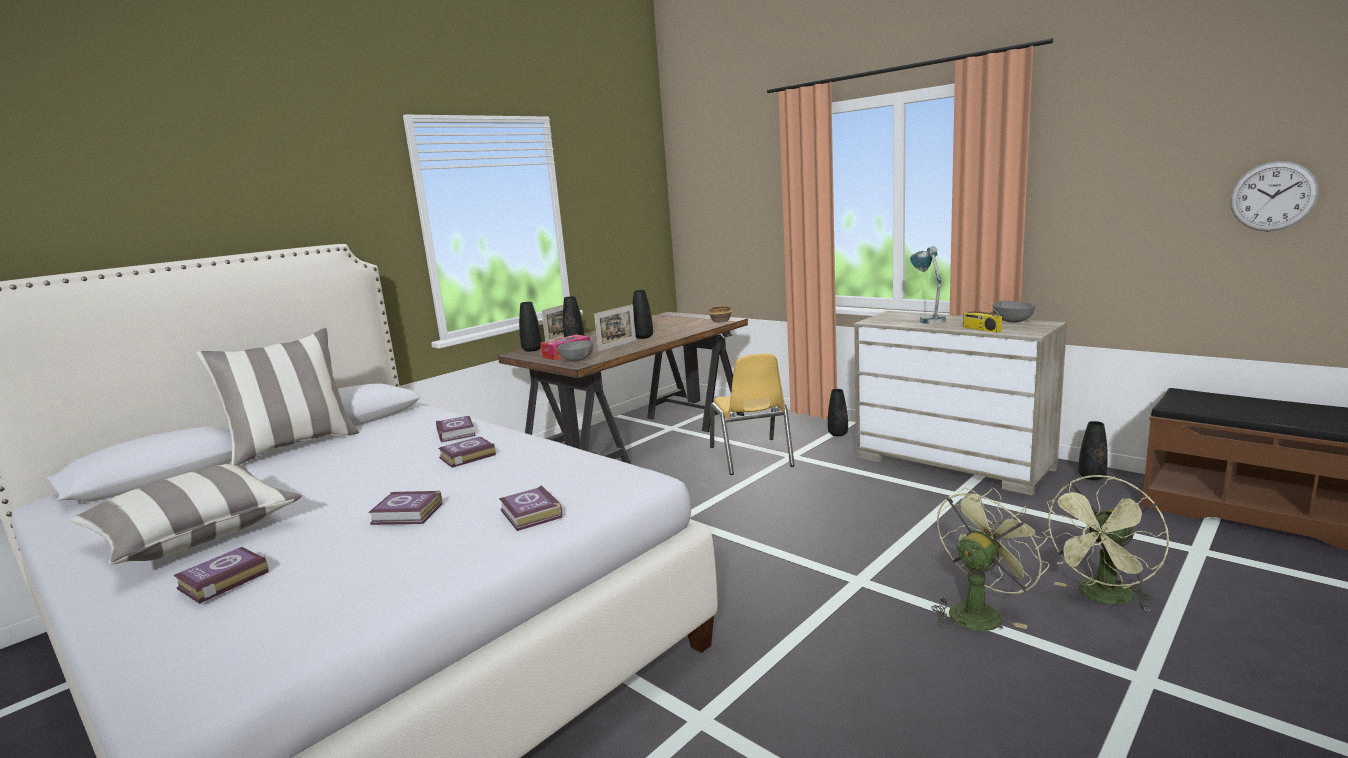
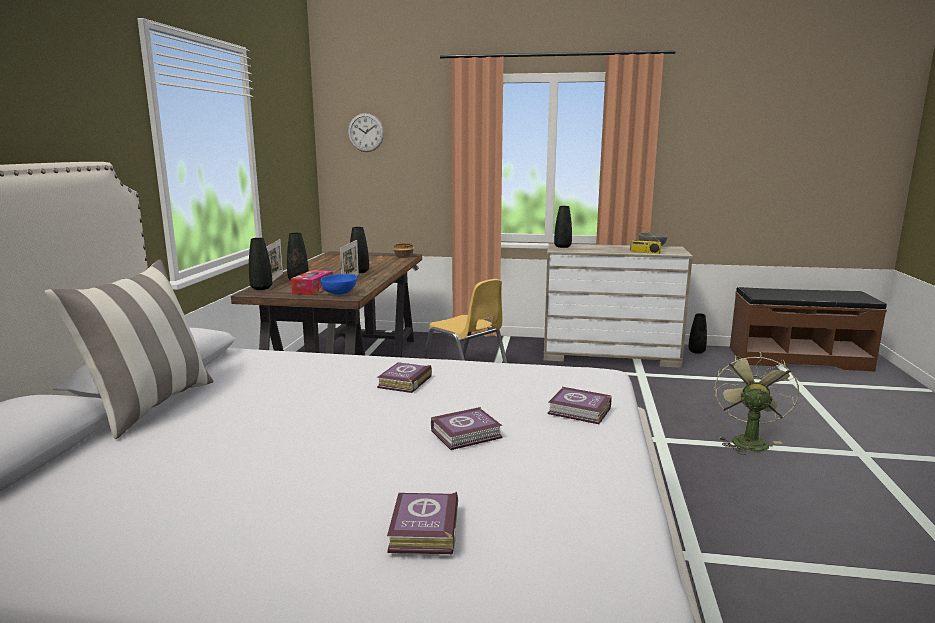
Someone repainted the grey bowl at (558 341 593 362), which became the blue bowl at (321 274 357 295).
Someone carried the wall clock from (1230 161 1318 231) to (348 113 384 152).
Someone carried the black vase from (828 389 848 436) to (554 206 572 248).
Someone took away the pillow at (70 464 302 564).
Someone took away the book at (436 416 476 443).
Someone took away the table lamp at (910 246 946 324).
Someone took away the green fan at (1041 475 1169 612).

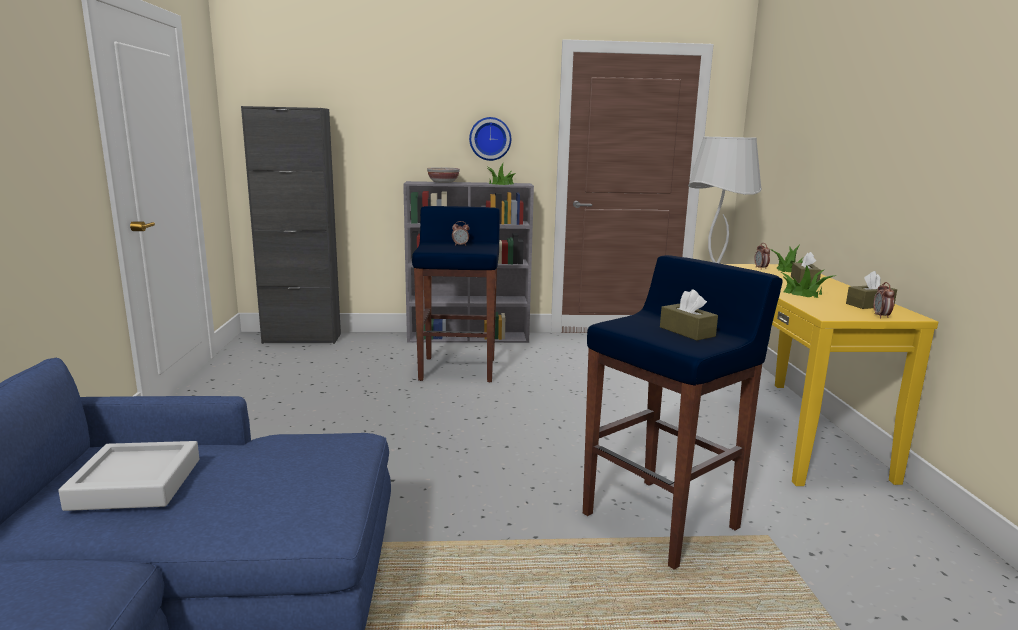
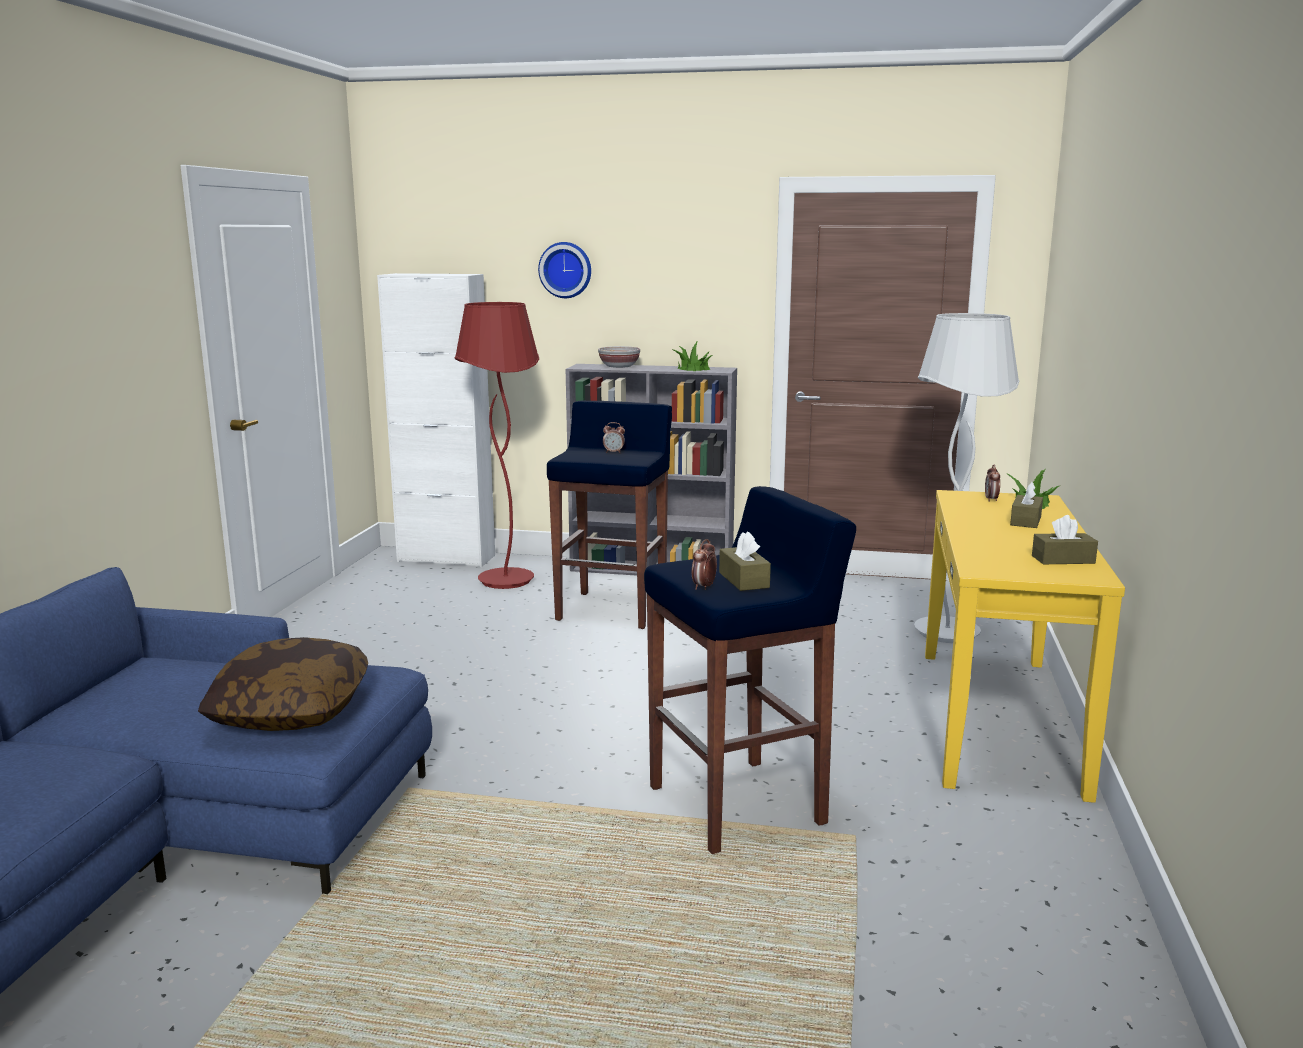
Someone put down the pillow at (198 637 368 731).
Someone repainted the black cabinet at (241 106 341 344), which became the white cabinet at (377 273 495 567).
Someone put down the red floor lamp at (455 302 539 589).
Someone carried the wall clock from (469 117 511 161) to (538 242 591 298).
Someone carried the alarm clock from (873 282 895 318) to (692 539 717 590).
Someone took away the grey tray at (58 441 199 511).
Someone took away the potted plant at (781 265 833 298).

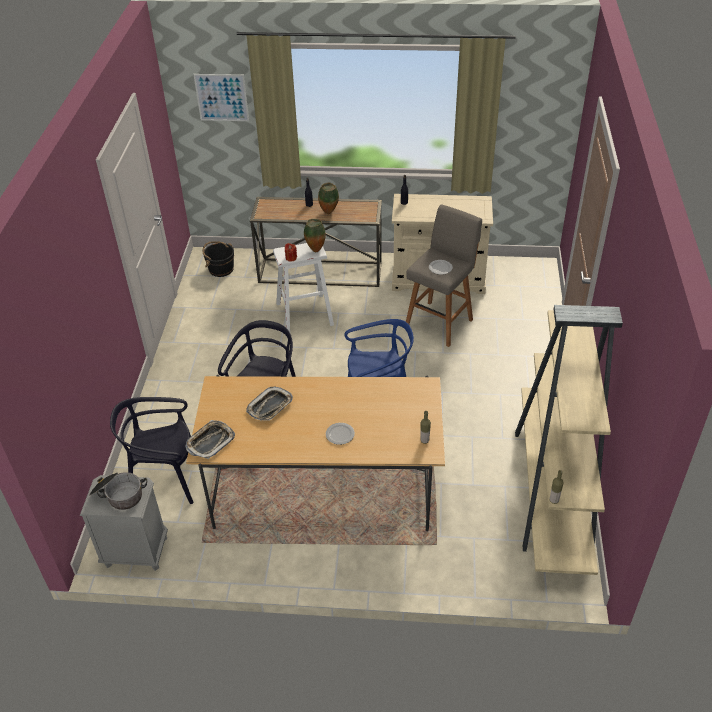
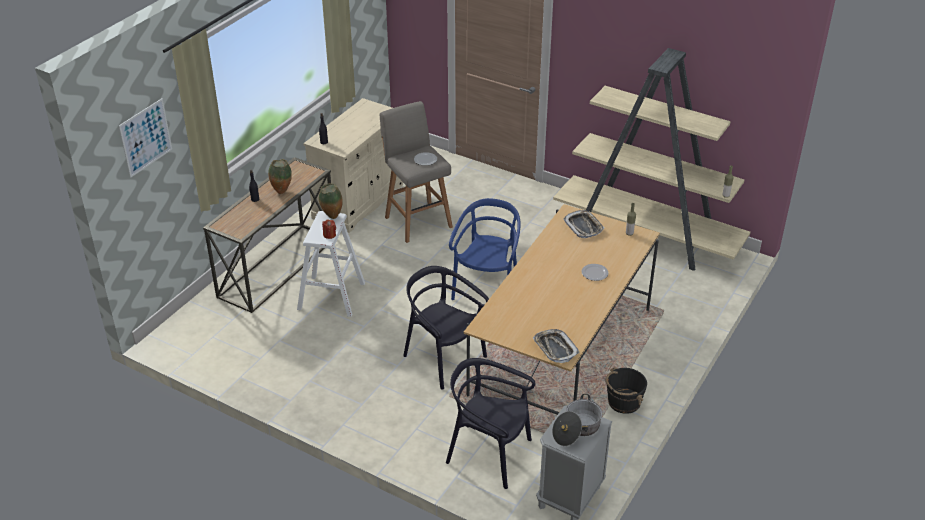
Someone rotated the black chair at (110 397 194 504) by 90 degrees clockwise.
Someone carried the tray from (246 386 293 420) to (563 210 605 238).
Someone carried the black bucket from (202 241 234 277) to (605 367 647 414).

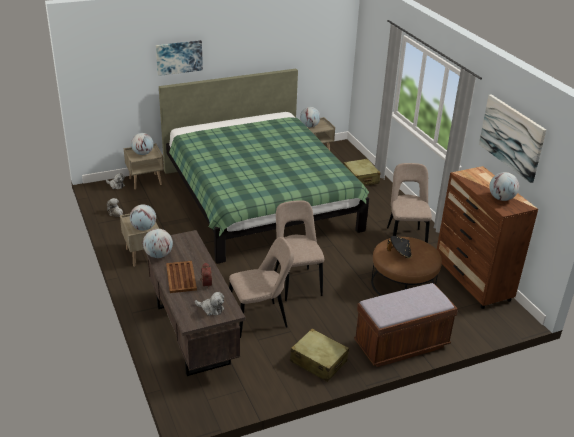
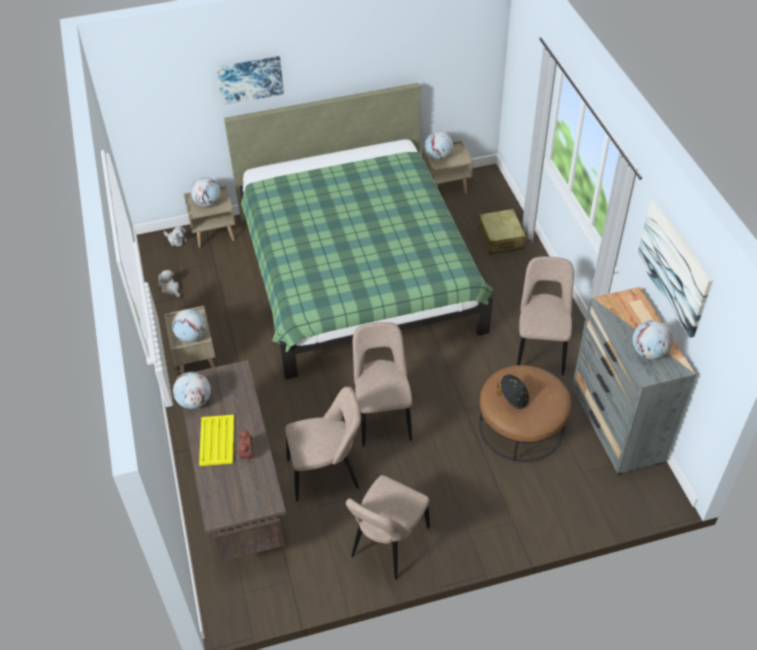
Someone repainted the brown tray at (166 261 197 293), which became the yellow tray at (199 415 234 466).
Someone swapped the beige suitcase at (290 329 349 382) for the beige chair at (346 475 430 579).
Someone repainted the brown dresser at (437 166 538 309), which became the grey dresser at (572 287 696 475).
Someone took away the plush toy at (195 292 224 316).
Someone took away the brown bench at (354 283 458 367).

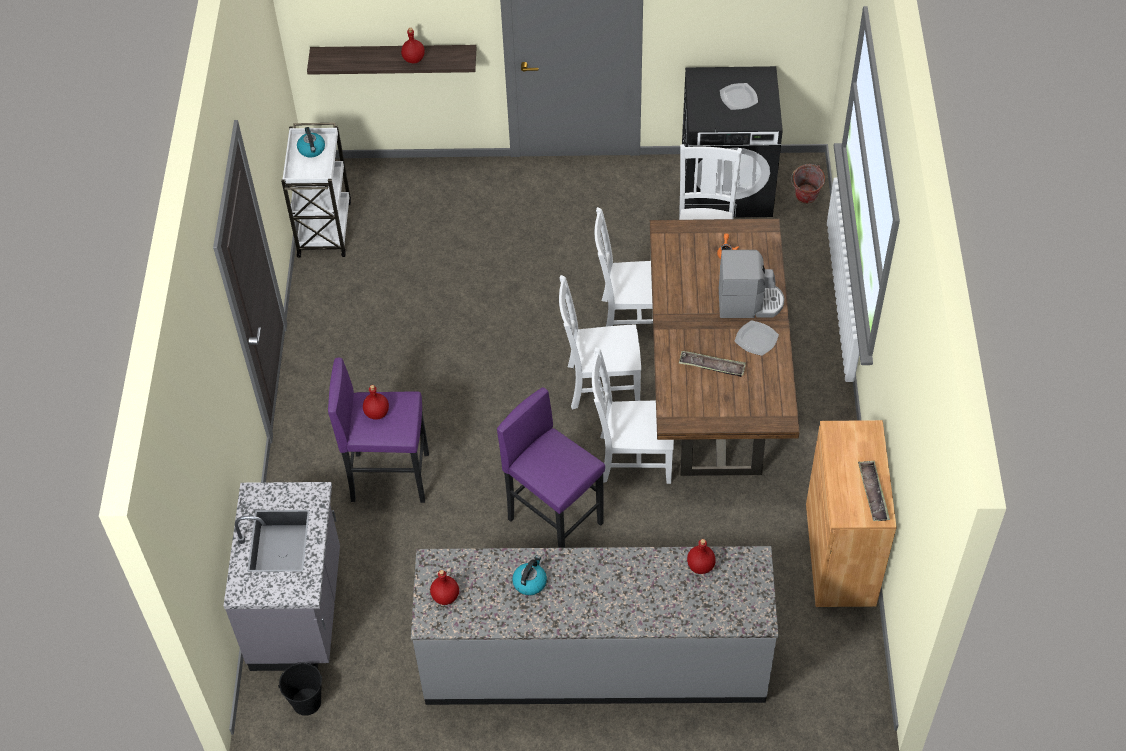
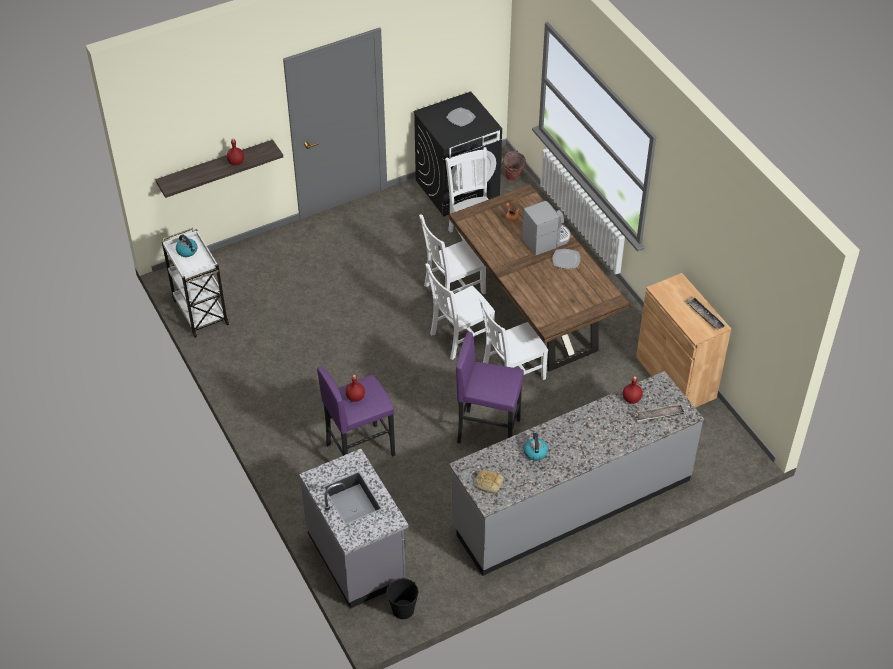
Someone swapped the red bottle at (430 570 459 605) for the bread at (475 470 504 493).
Someone carried the tray from (679 351 746 377) to (634 403 685 422).

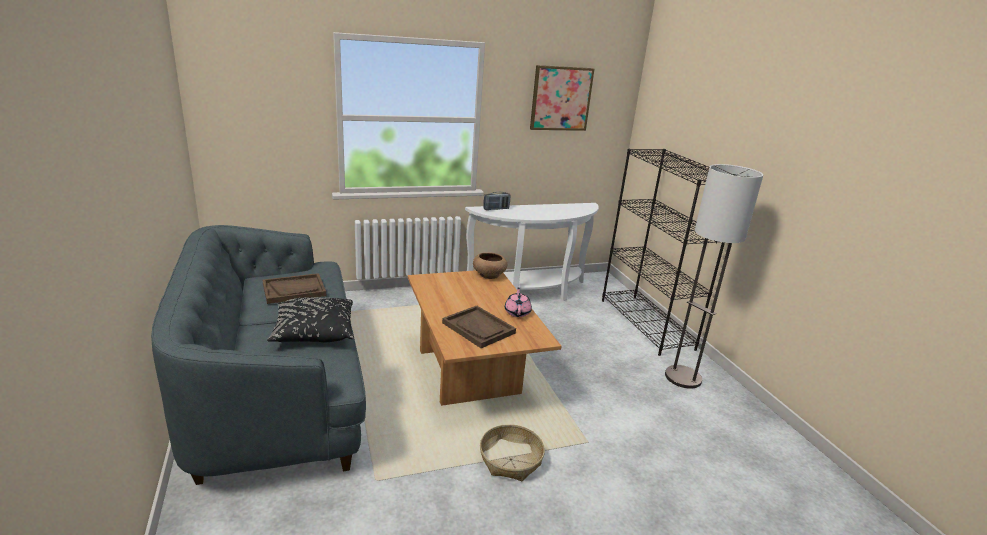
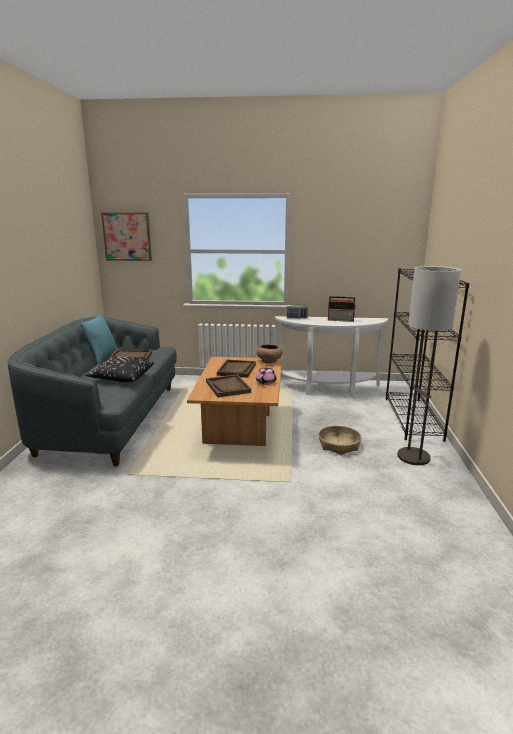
Someone put down the turquoise pillow at (80 313 119 364).
Someone carried the picture from (530 65 594 131) to (101 212 152 261).
Someone put down the brown tray at (217 360 256 378).
Someone carried the basket from (480 424 545 481) to (318 426 361 455).
Someone put down the radio at (328 296 356 322).

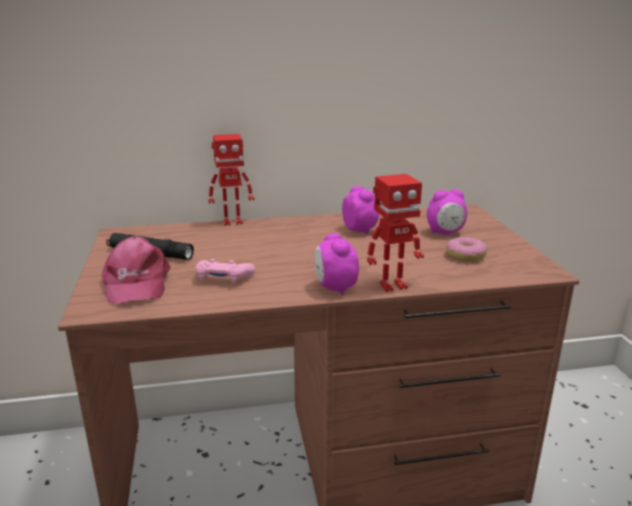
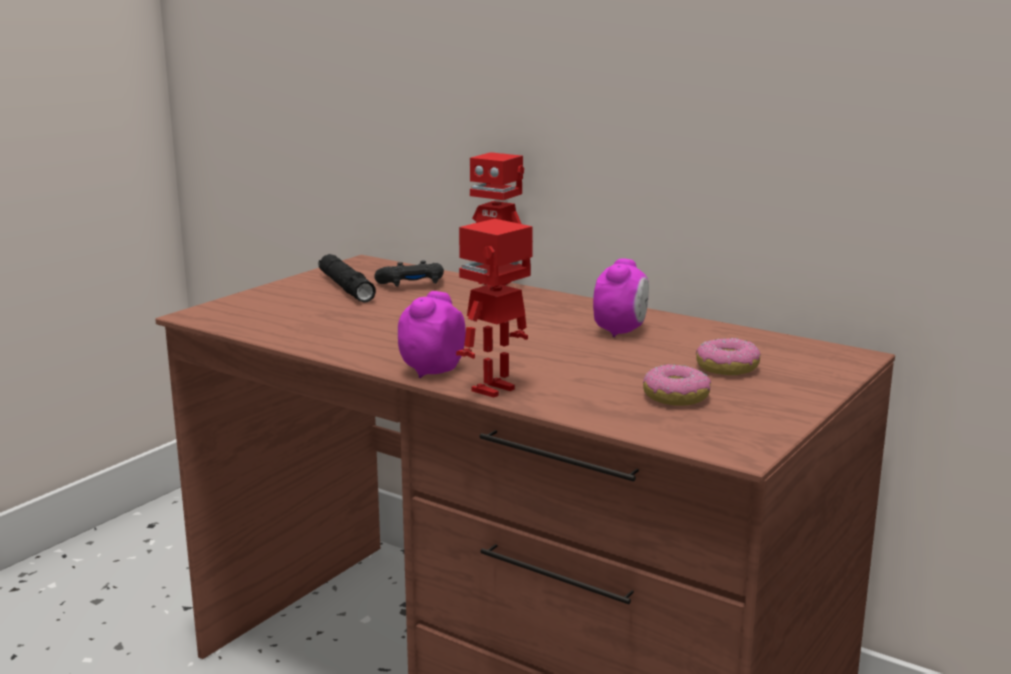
Someone put down the black game controller at (374 261 444 287).
Someone rotated the toy robot at (367 174 424 292) by 105 degrees clockwise.
Someone swapped the alarm clock at (427 189 467 234) for the donut at (696 338 760 375).
Someone took away the pink cap at (102 236 170 304).
Someone took away the pink game controller at (195 259 255 283).

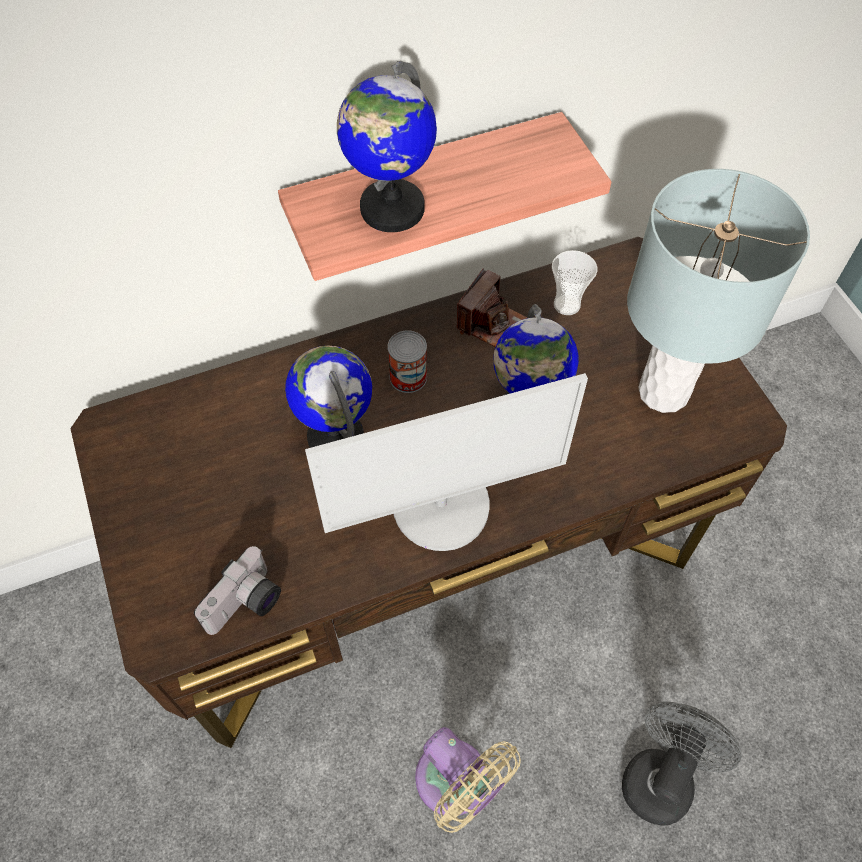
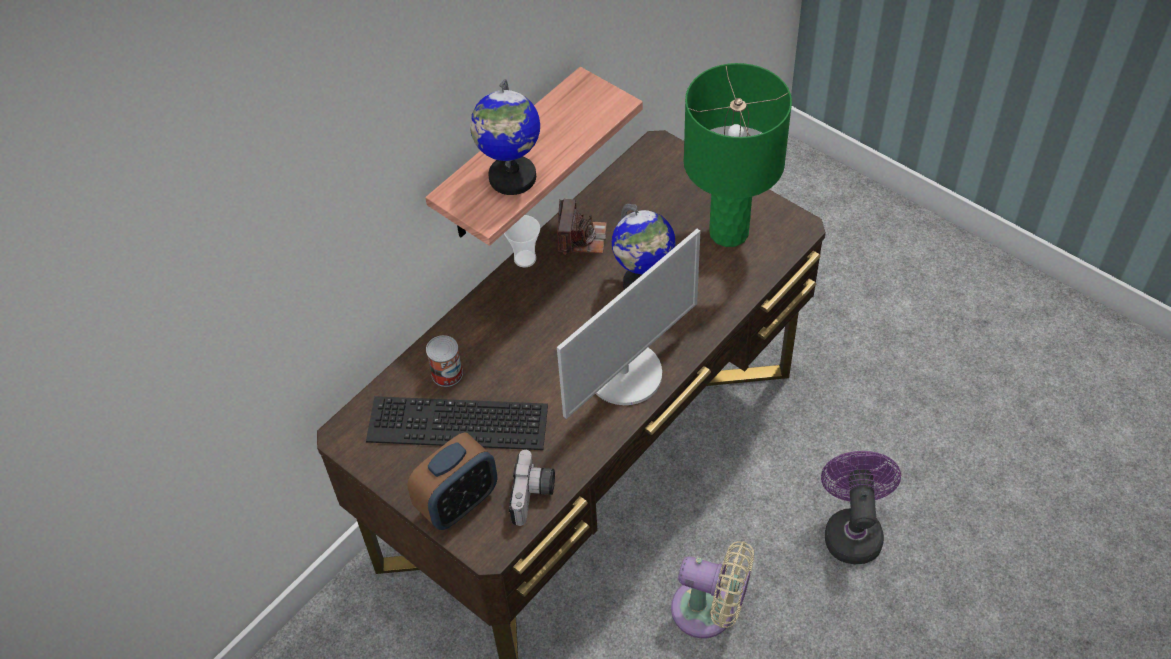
Someone put down the keyboard at (366 396 548 450).
Someone put down the alarm clock at (407 433 497 530).
Someone carried the can from (387 330 427 393) to (426 335 463 387).
Someone carried the cup from (552 250 597 315) to (504 215 540 268).
Someone repainted the grey table lamp at (627 169 810 413), which became the green table lamp at (684 63 792 247).
Someone repainted the grey fan at (622 702 741 826), which became the purple fan at (821 451 901 564).
Someone took away the globe at (285 346 372 448).

